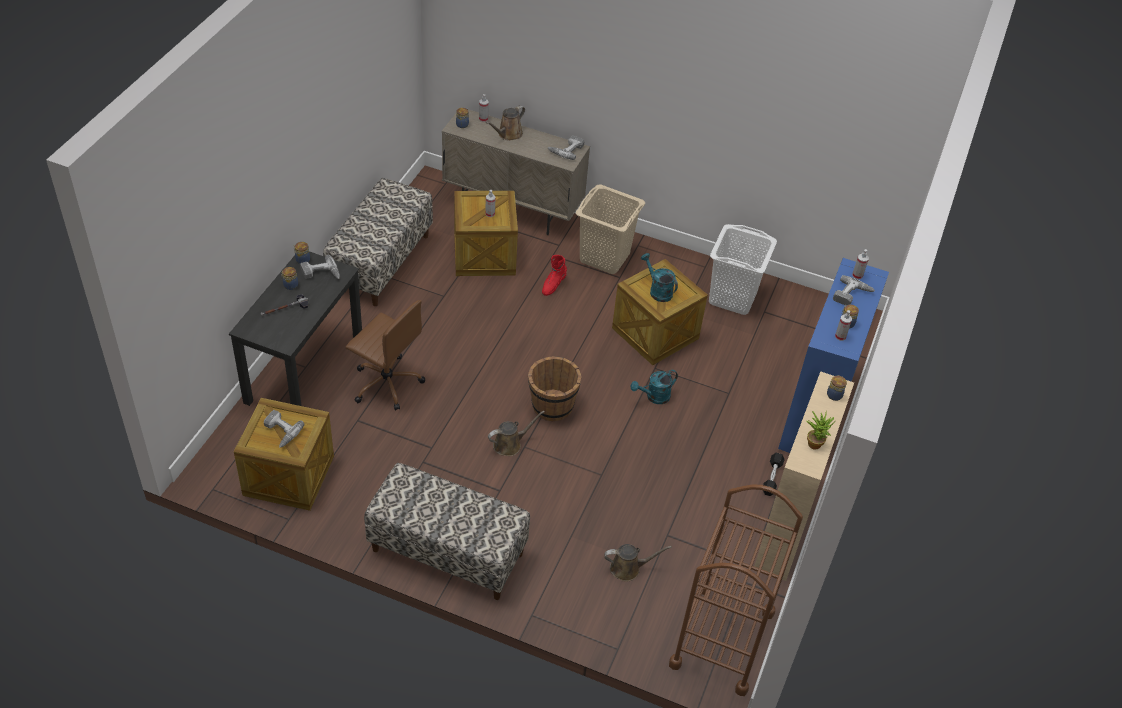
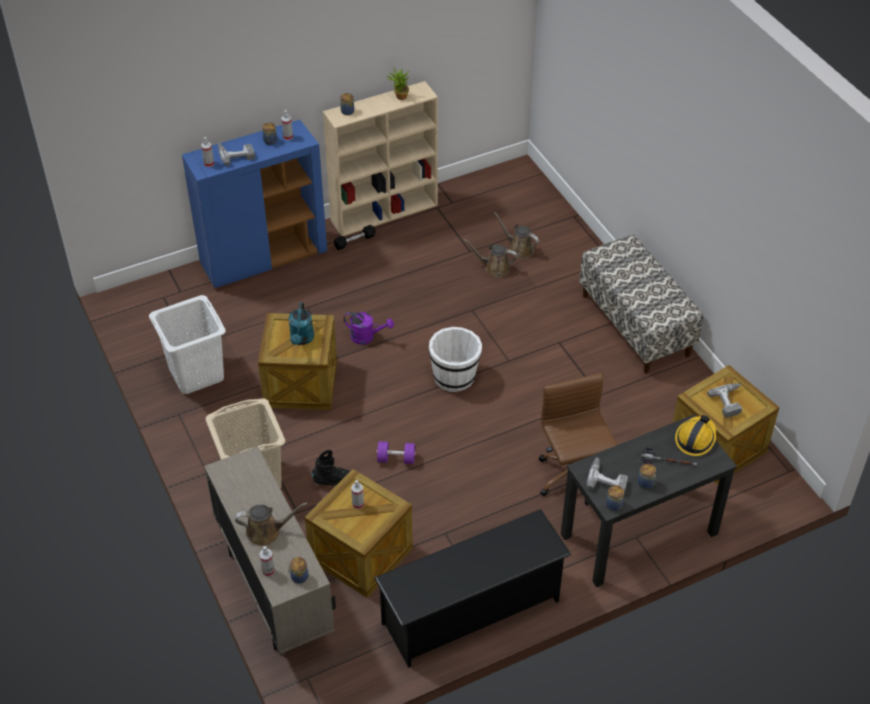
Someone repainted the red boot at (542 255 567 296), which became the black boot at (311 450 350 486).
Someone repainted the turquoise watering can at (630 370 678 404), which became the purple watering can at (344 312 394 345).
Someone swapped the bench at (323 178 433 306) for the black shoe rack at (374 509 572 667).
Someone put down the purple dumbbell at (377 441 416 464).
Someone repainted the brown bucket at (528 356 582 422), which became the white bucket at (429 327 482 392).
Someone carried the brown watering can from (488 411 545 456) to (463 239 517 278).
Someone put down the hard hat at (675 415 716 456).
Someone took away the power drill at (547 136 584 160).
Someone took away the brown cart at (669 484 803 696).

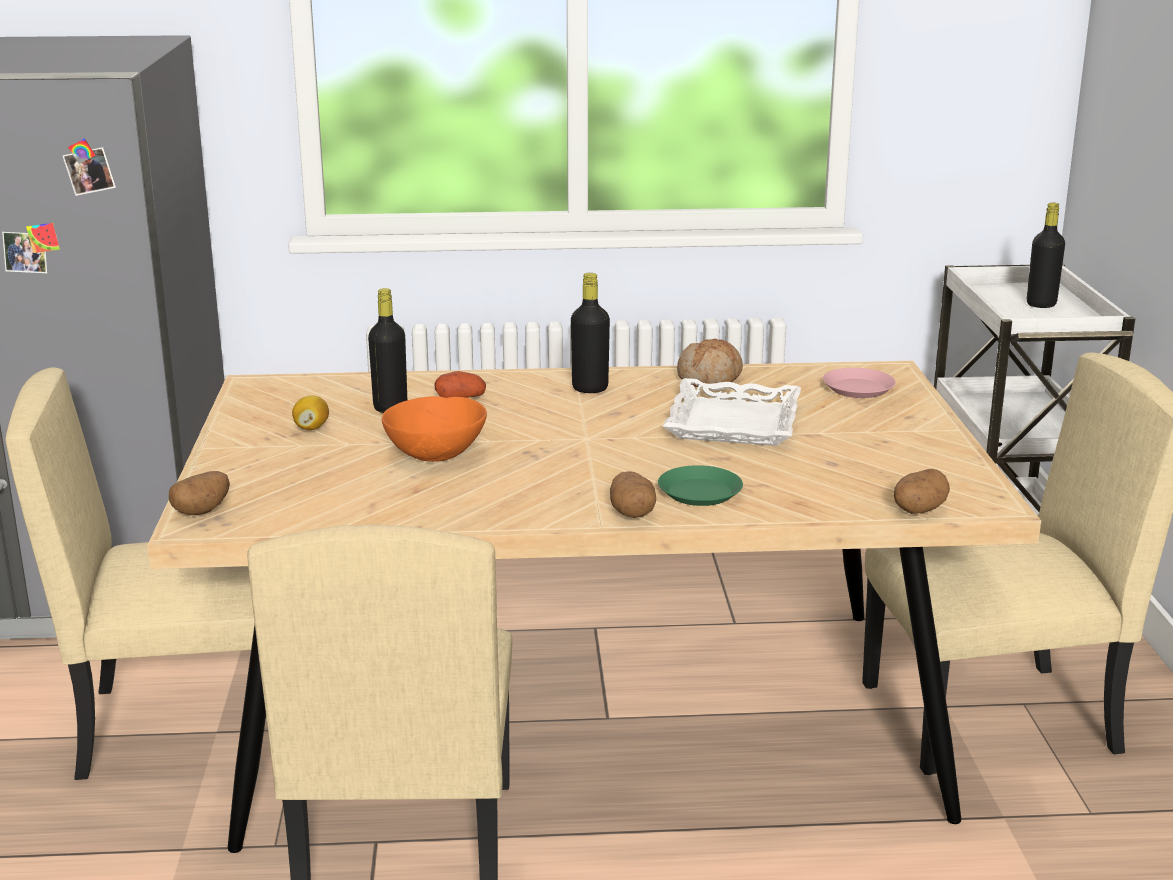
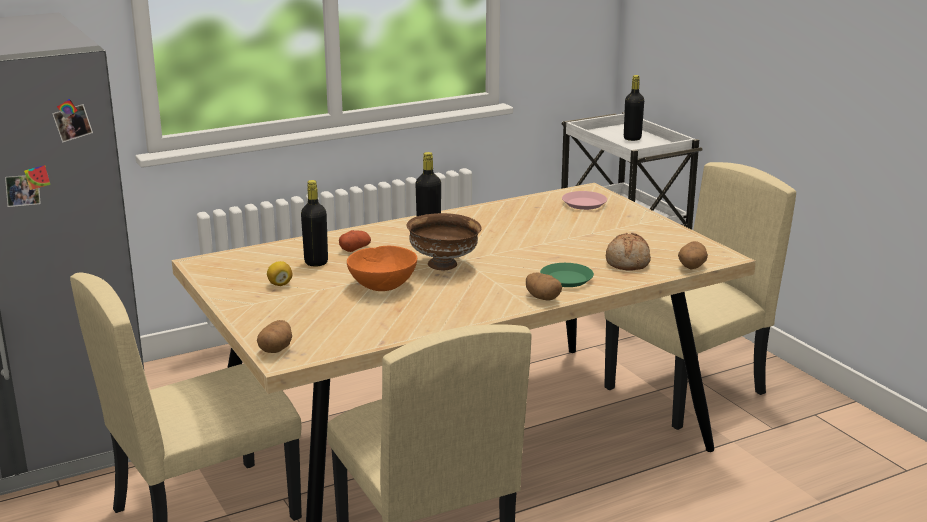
Someone put down the brown bowl at (407 213 482 270).
Someone carried the bread from (677 339 743 387) to (606 233 651 271).
Someone took away the white tray at (663 378 801 446).

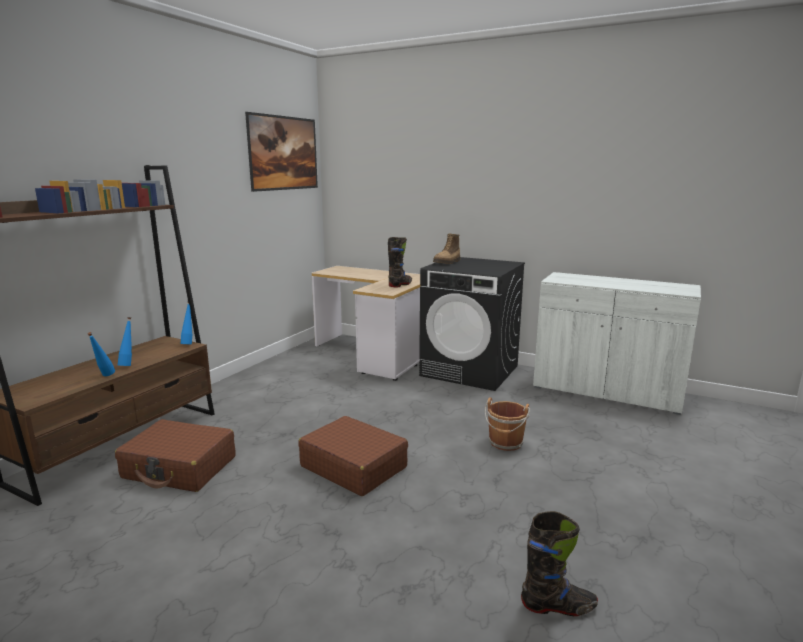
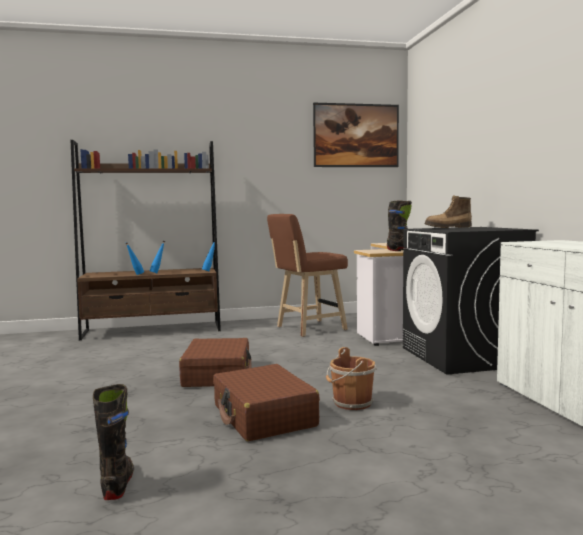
Someone rotated the black boot at (521 511 598 616) by 150 degrees counterclockwise.
Someone carried the brown suitcase from (115 419 236 492) to (213 364 320 442).
Someone put down the brown stool at (267 214 348 337).

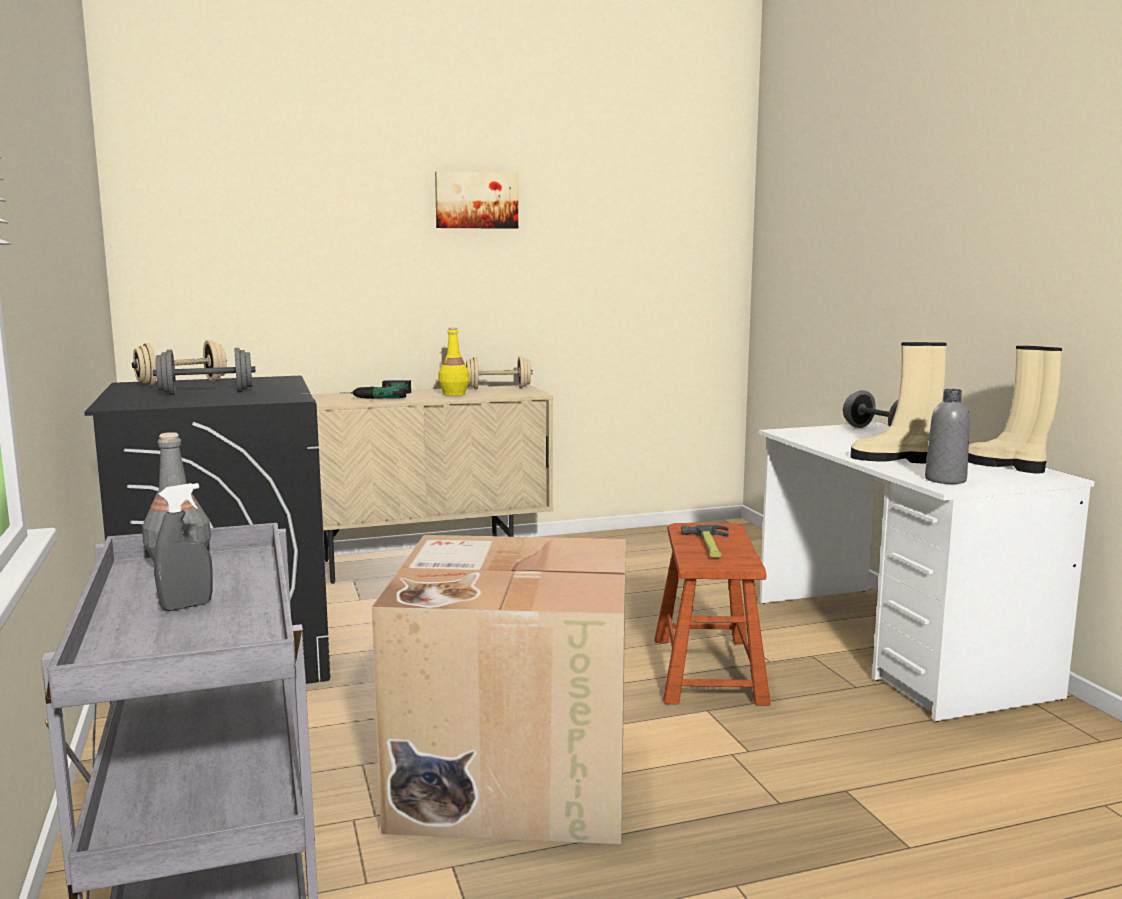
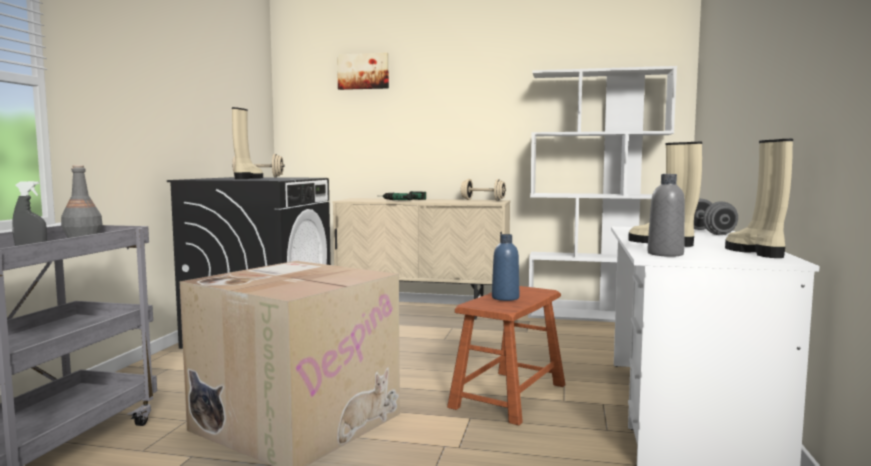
Someone swapped the grey dumbbell at (153 348 256 395) for the beige boot at (232 107 263 179).
Someone carried the picture from (435 171 518 229) to (337 53 389 90).
Someone swapped the hammer at (681 525 729 558) for the blue bottle at (492 234 519 301).
Someone put down the white bookcase at (528 66 677 322).
Someone took away the yellow bottle at (438 327 469 396).

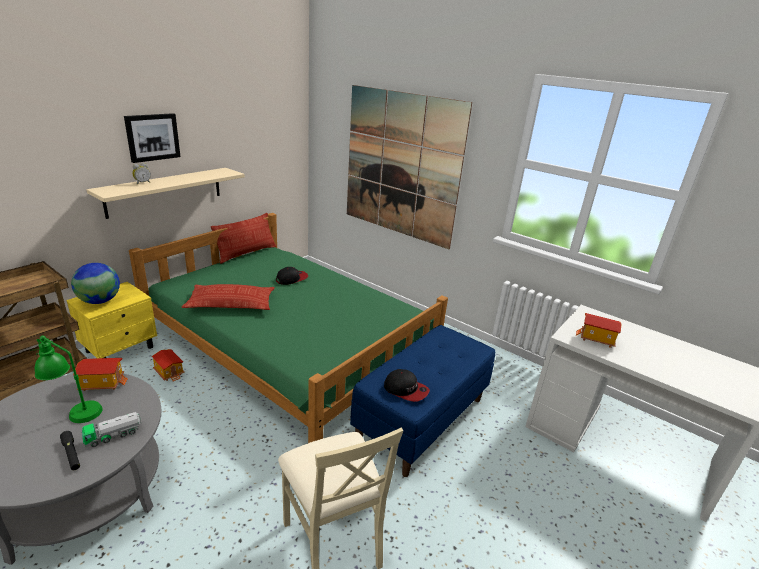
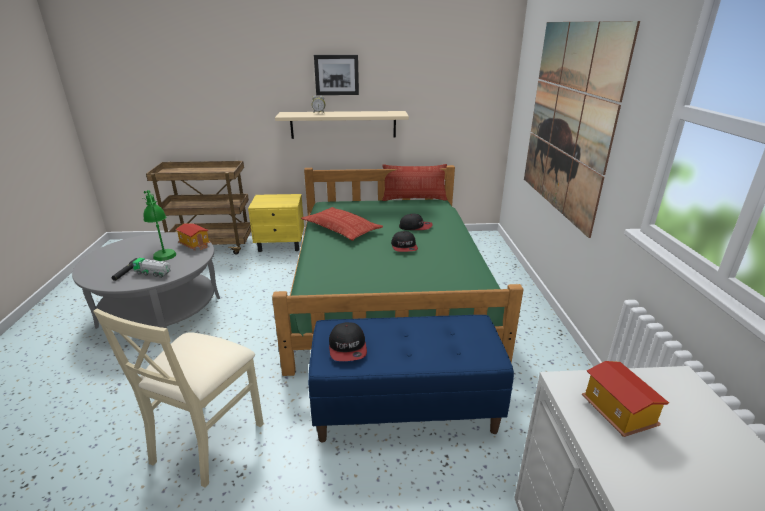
Someone put down the cap at (391 231 418 252).
Someone took away the globe at (71 263 120 304).
Someone took away the toy house at (151 349 185 381).

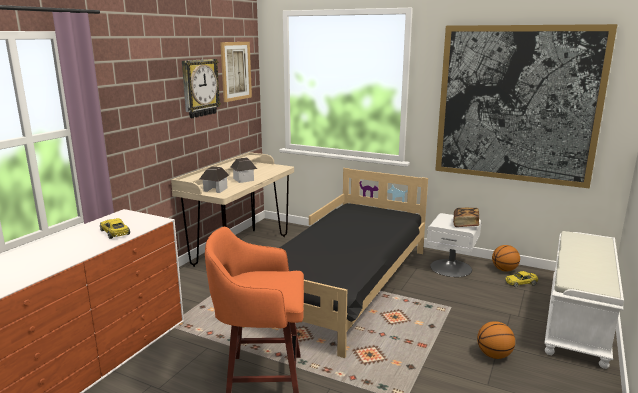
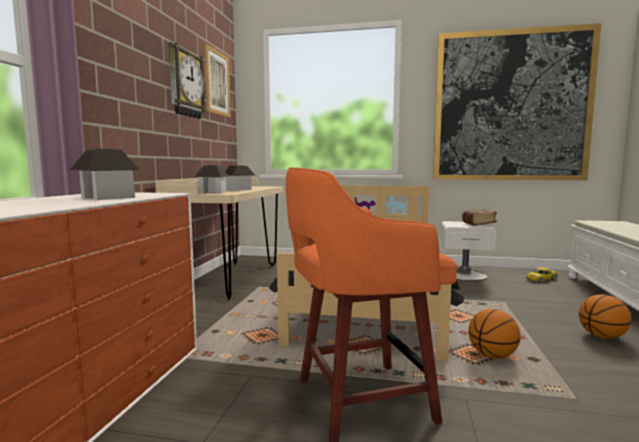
Someone swapped the yellow toy car at (100 218 130 239) for the toy house at (70 148 139 200).
Someone carried the basketball from (492 245 520 272) to (468 309 520 359).

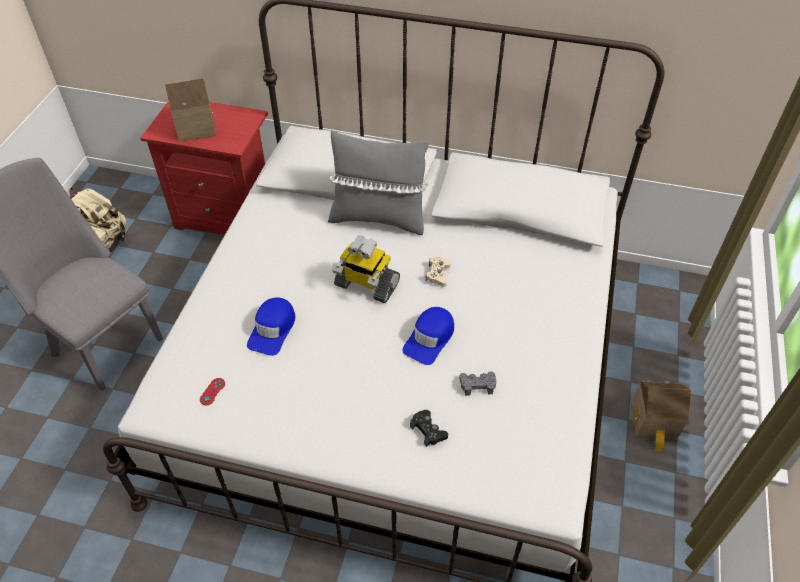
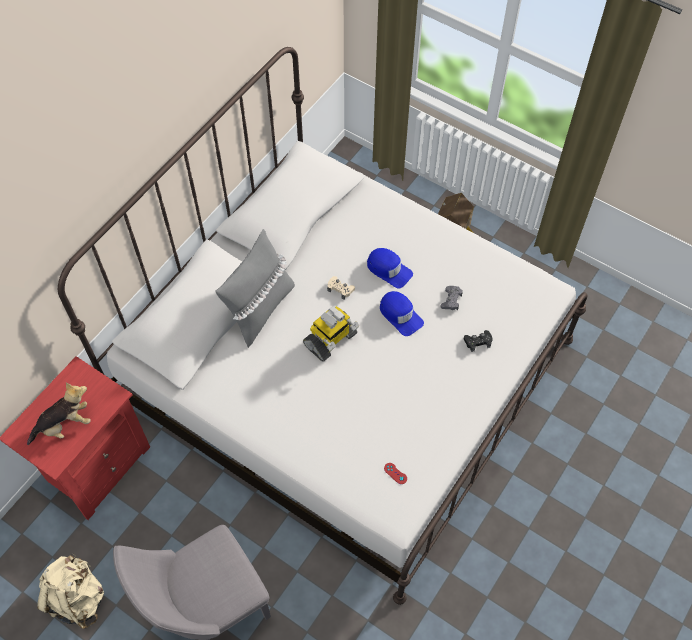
Someone swapped the toy house at (165 79 216 142) for the plush toy at (27 382 91 445).
Someone carried the blue cap from (247 297 295 356) to (367 248 413 289).

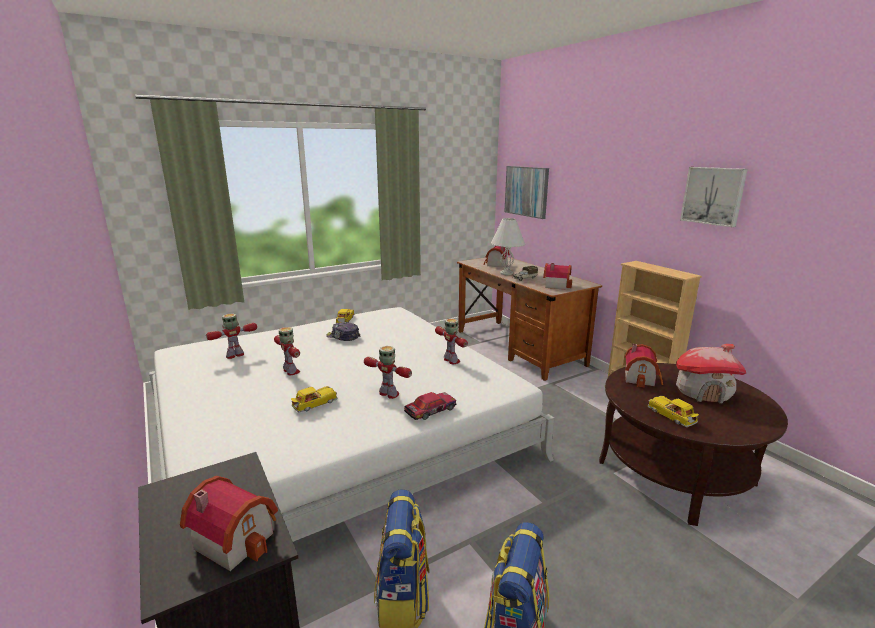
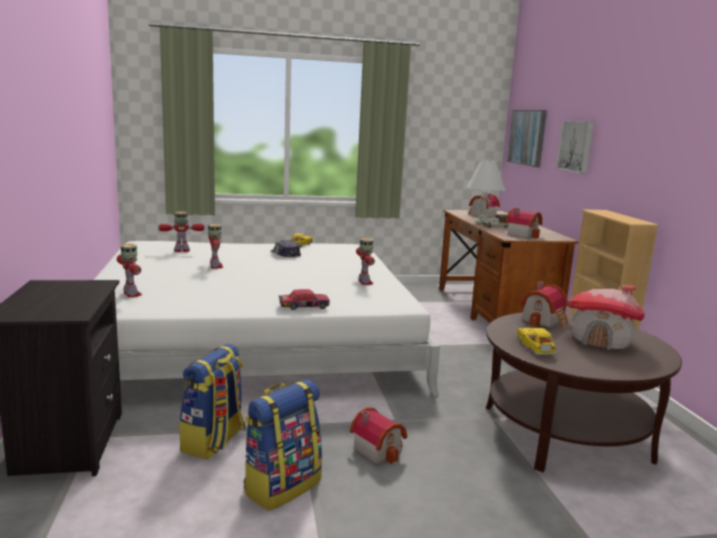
Someone carried the toy robot from (364 346 412 399) to (117 244 142 297).
Someone carried the toy house from (180 476 278 571) to (350 407 407 464).
Someone carried the picture from (680 167 748 227) to (556 121 594 174).
Someone took away the toy car at (291 386 337 412).

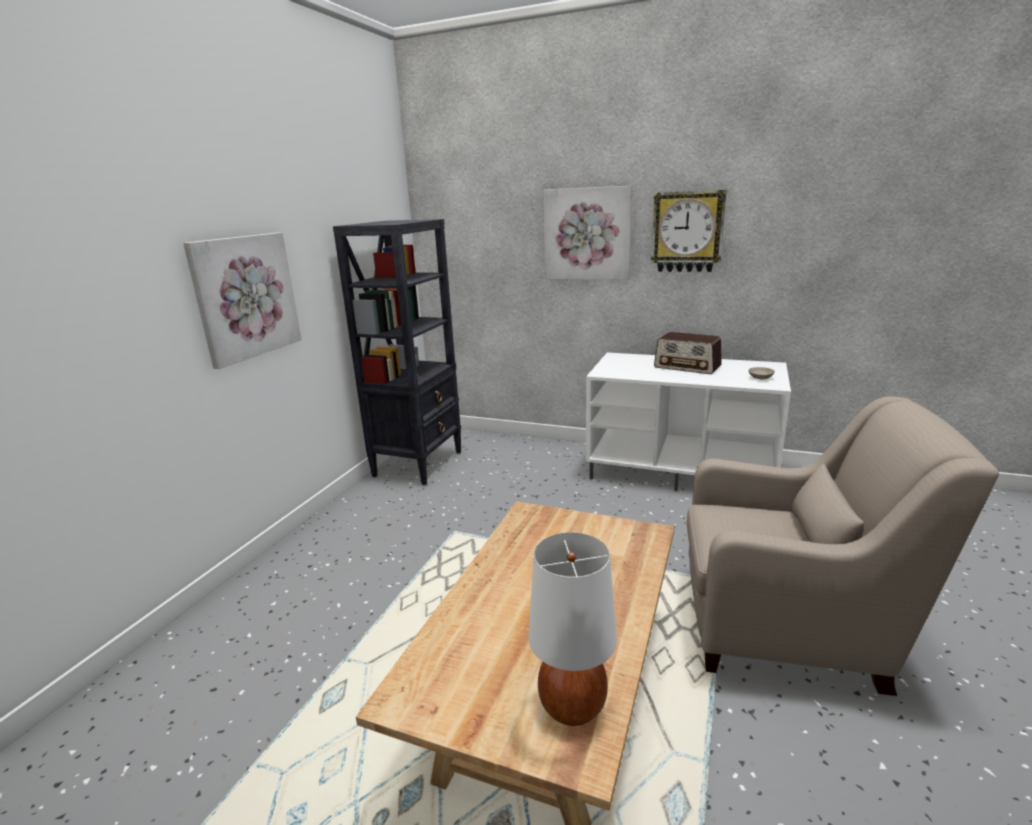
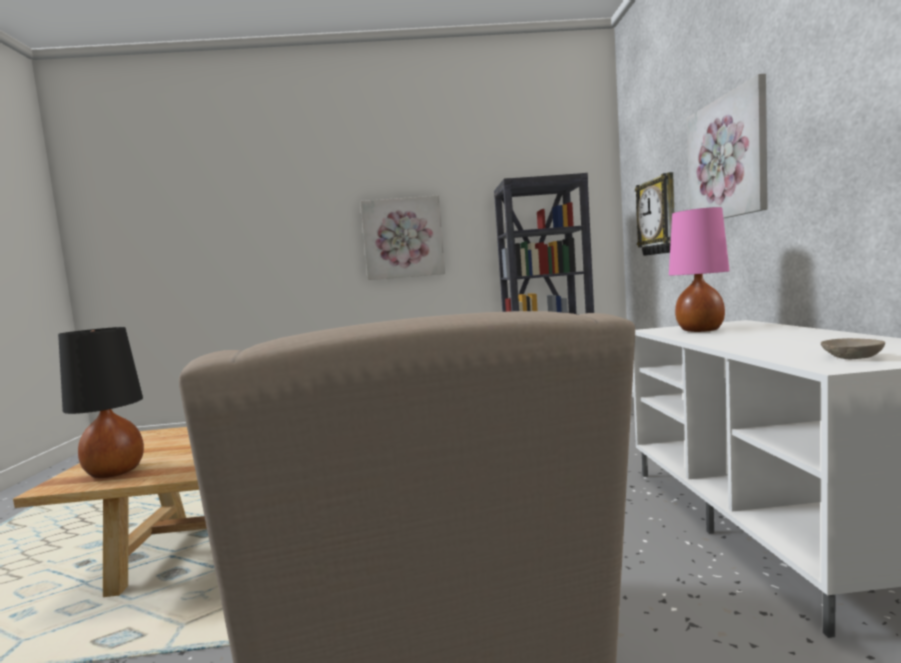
Someone repainted the white table lamp at (528 532 617 726), which became the black table lamp at (58 327 144 478).
Someone carried the wall clock from (651 190 727 272) to (635 172 674 256).
Someone put down the pink table lamp at (669 207 729 332).
Someone took away the radio at (654 332 722 374).

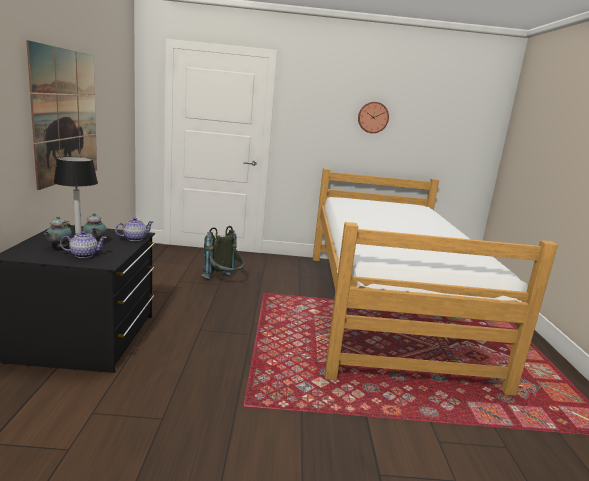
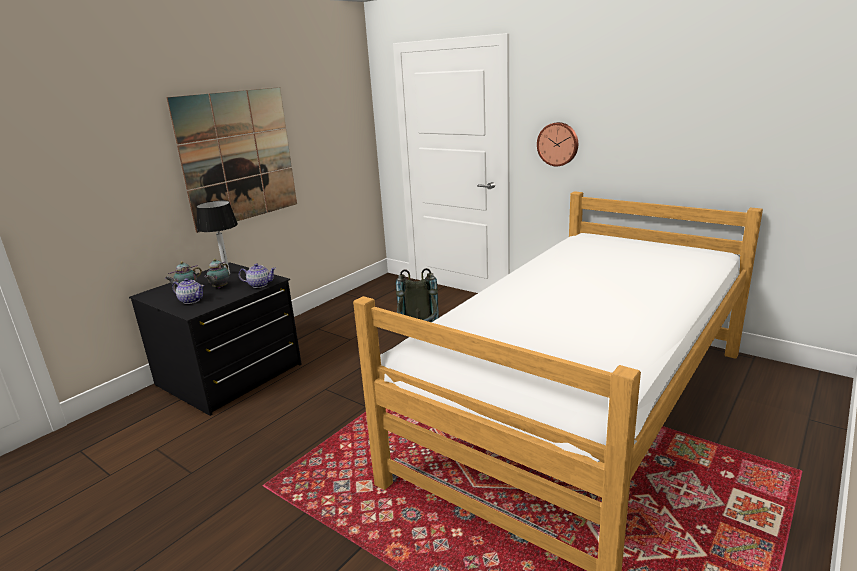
Someone carried the wall clock from (358 102 389 133) to (537 122 578 166).

